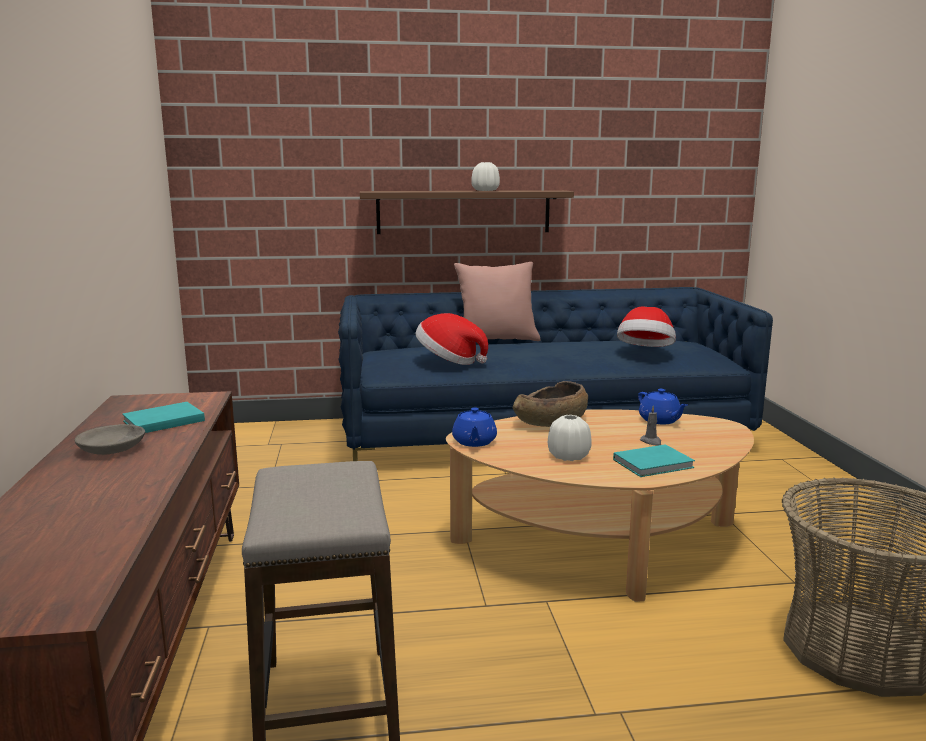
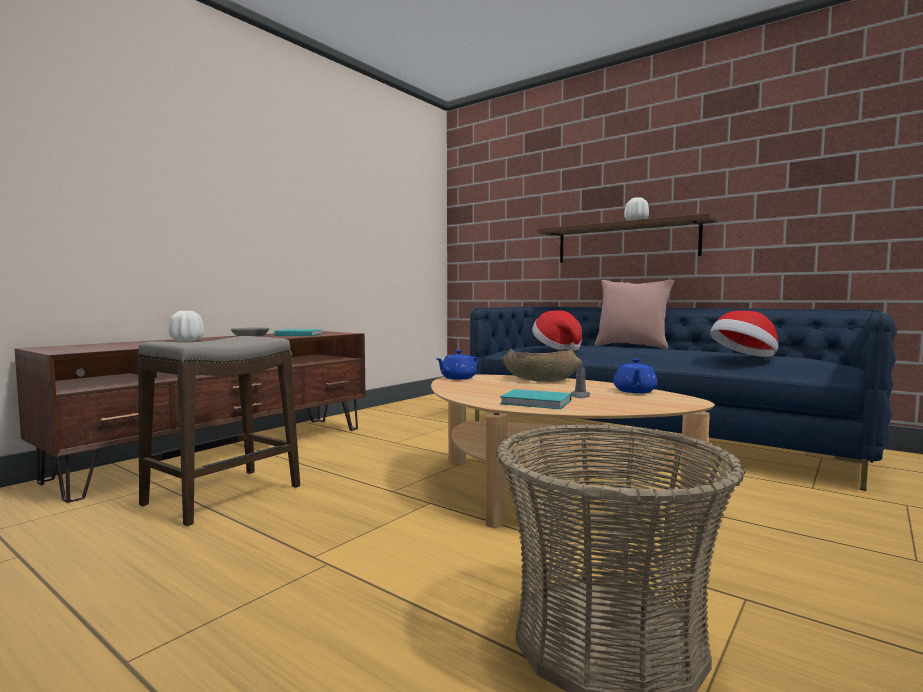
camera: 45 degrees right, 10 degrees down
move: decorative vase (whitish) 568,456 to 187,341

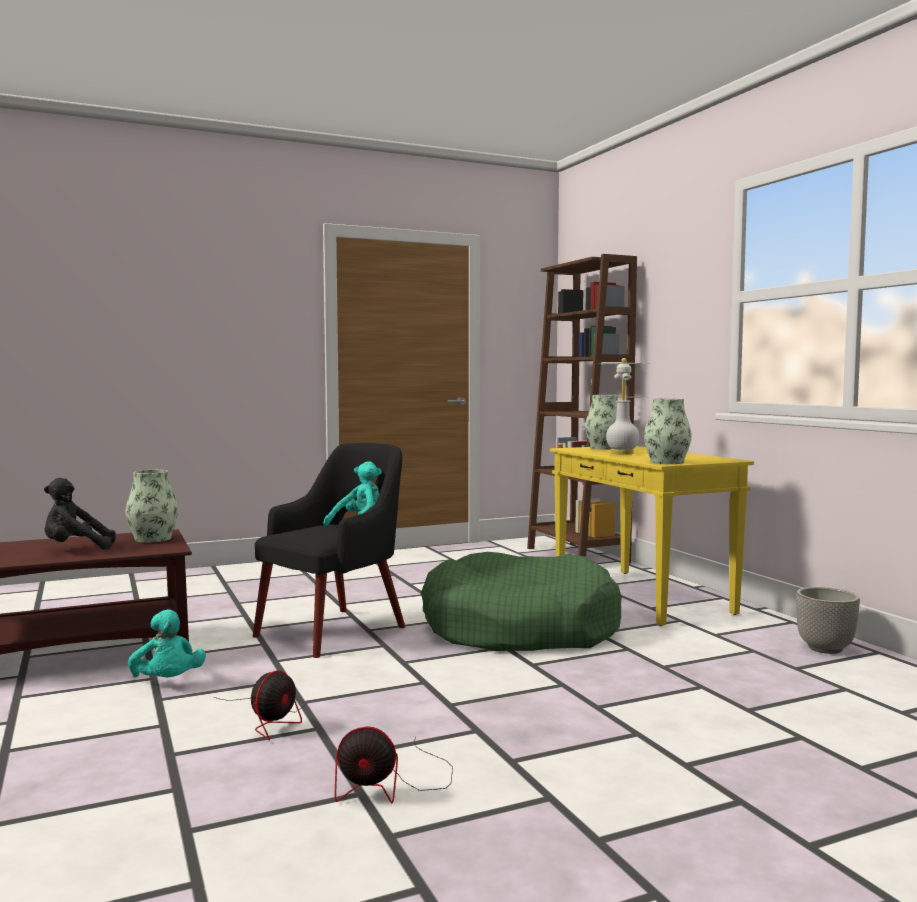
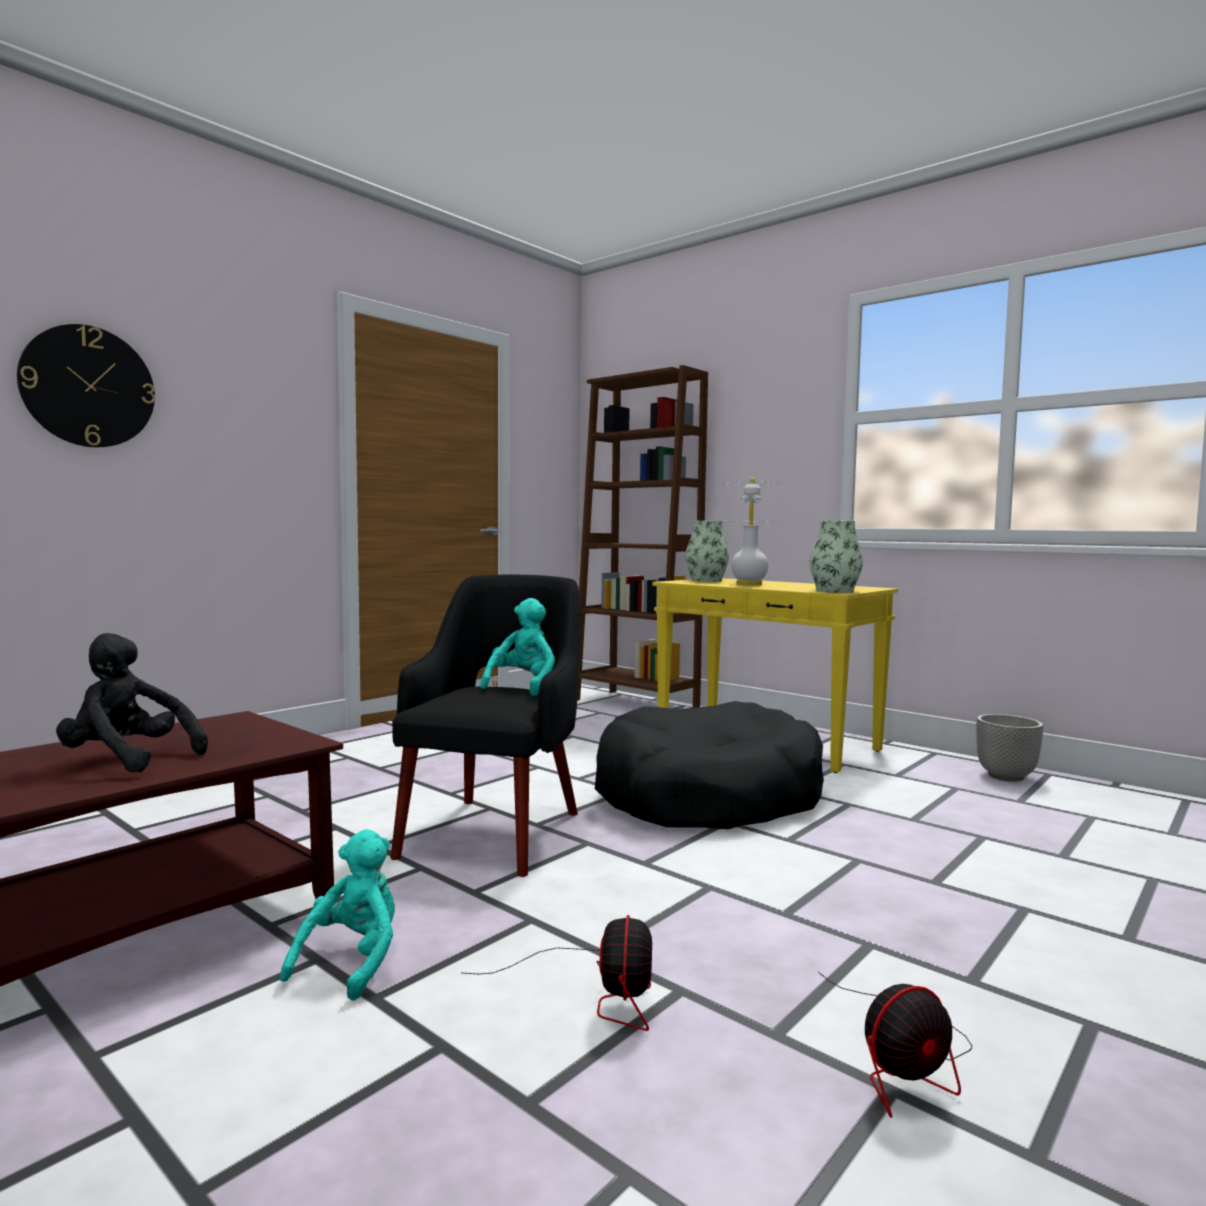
camera: 25 degrees left, 0 degrees up
delete: decorative vase 153,539
insert: hanging clock 88,387
recolor: pet bed (green-coloured) 519,628 to pet bed (black-coloured) 707,796
rotate: plush toy (black-coloured) 76,549 = 127,760 60 degrees clockwise; plush toy (turquoise) 168,682 = 352,962 105 degrees counterclockwise

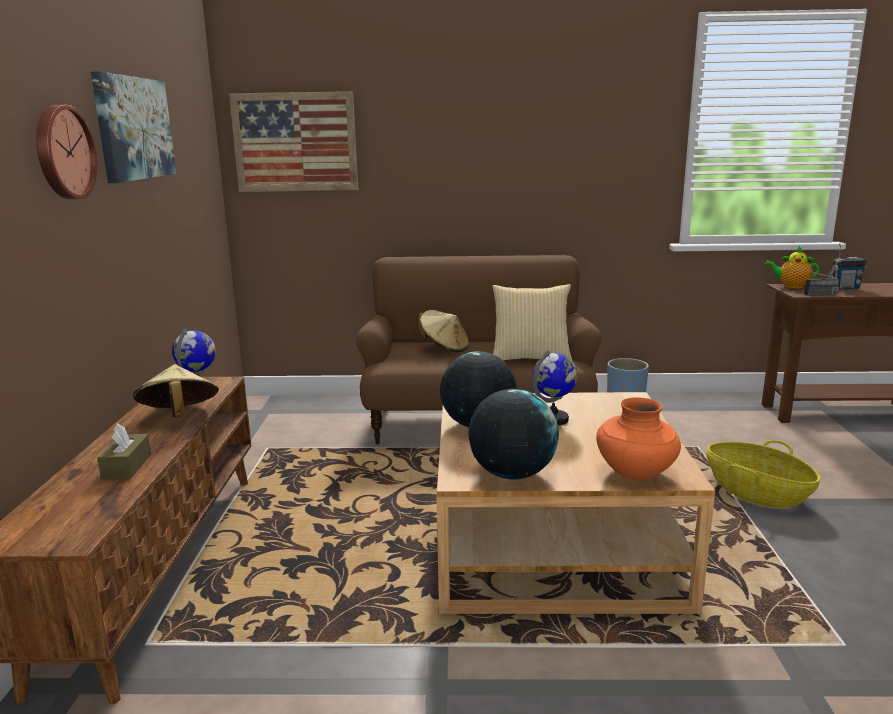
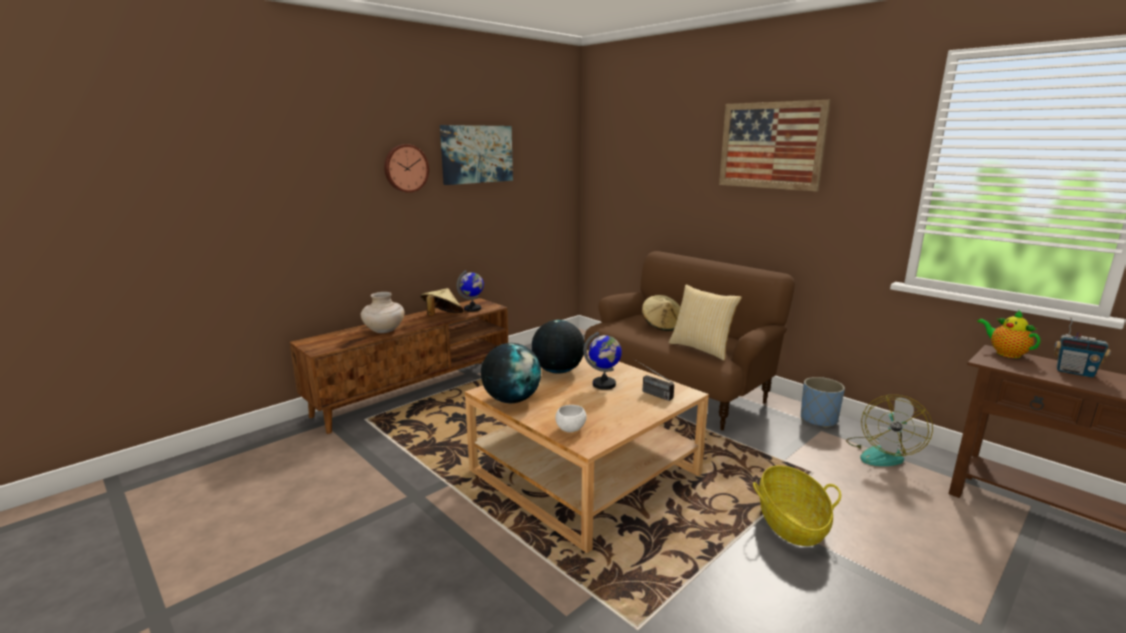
camera: 45 degrees right, 0 degrees up
insert: fan 882,453
move: picture 295,142 to 770,145; radio set 813,295 to 649,392
replace: decorative vase (orange) 636,473 to deep dish (whitish) 570,429; tissue holder (brown) 127,466 to decorative vase (sand-coloured) 384,330

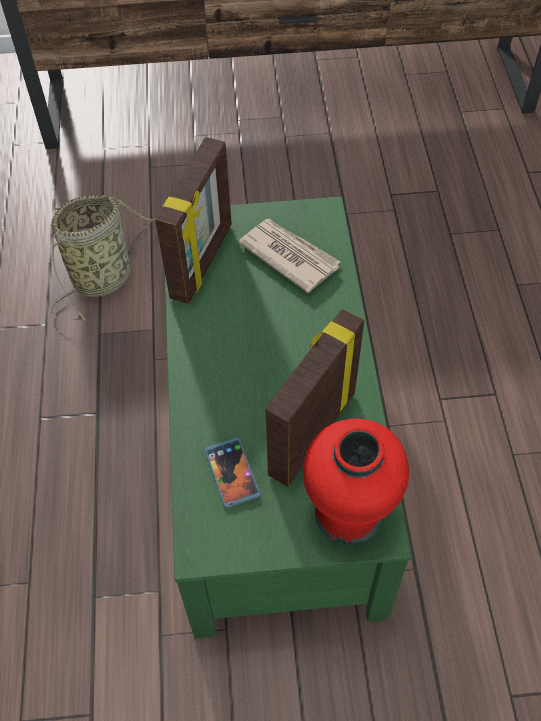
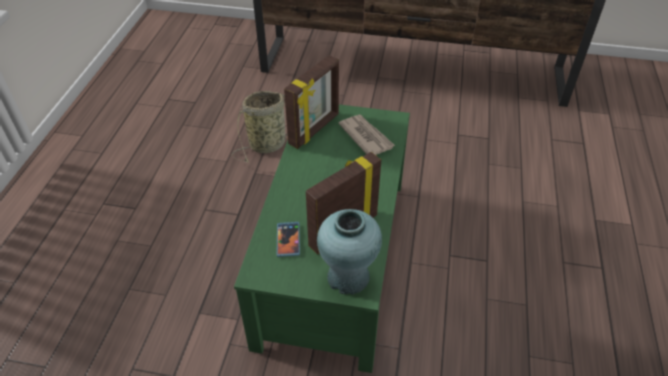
camera: 15 degrees right, 10 degrees down
recolor: decorative vase (reddish) 349,513 to decorative vase (turquoise) 348,277

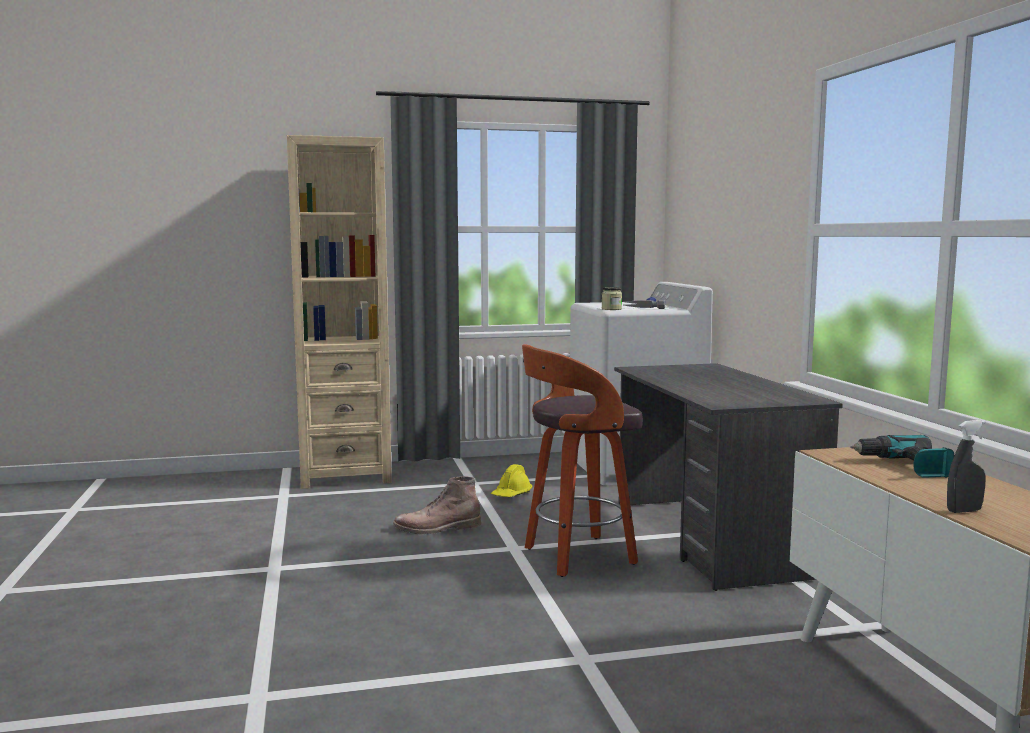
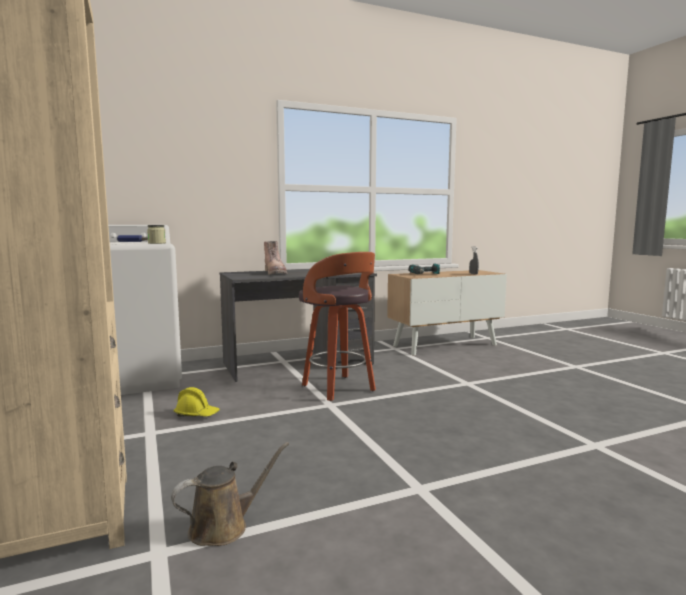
camera: 100 degrees left, 0 degrees up
insert: sprinkling can (brown) 224,526
move: tall boot (brown) 437,529 to 276,273

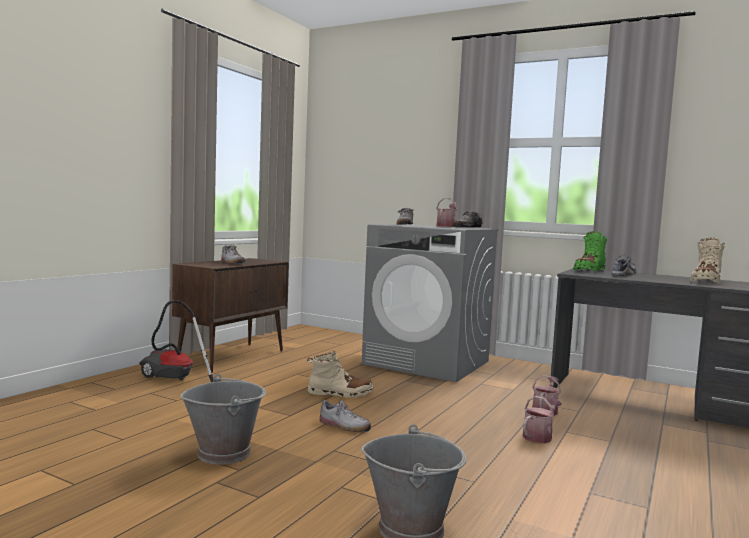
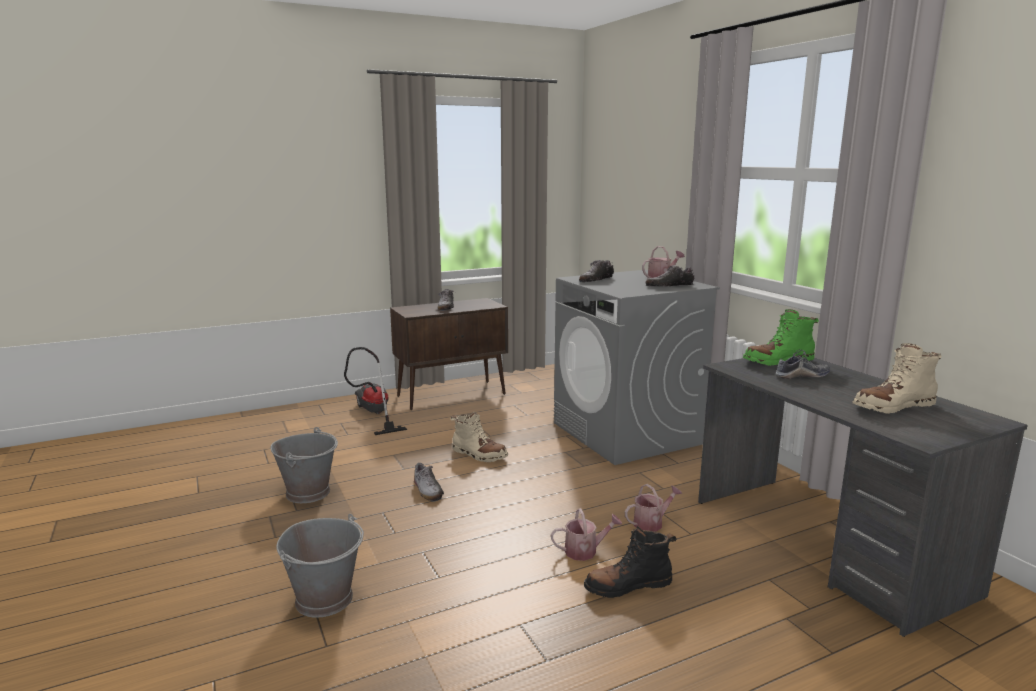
camera: 35 degrees right, 10 degrees up
insert: tall boot (black-coloured) 628,586

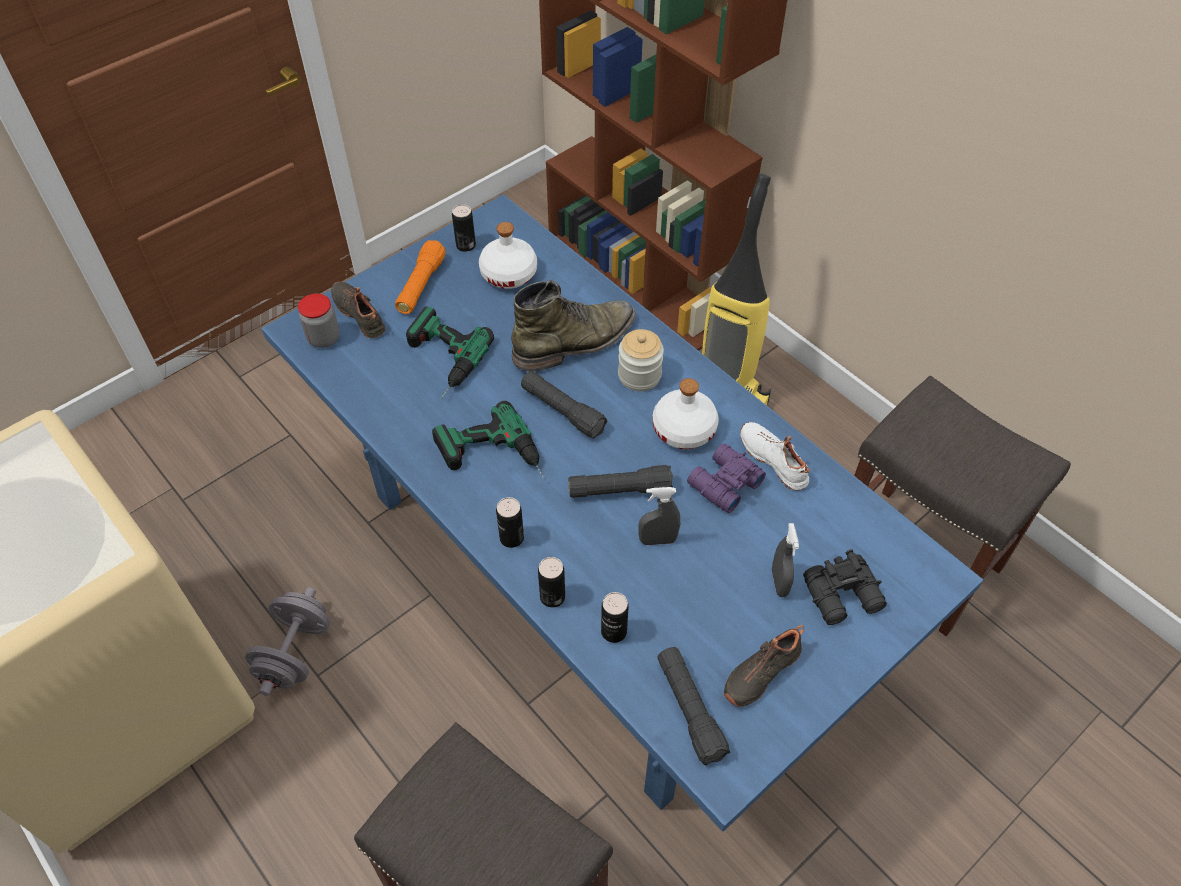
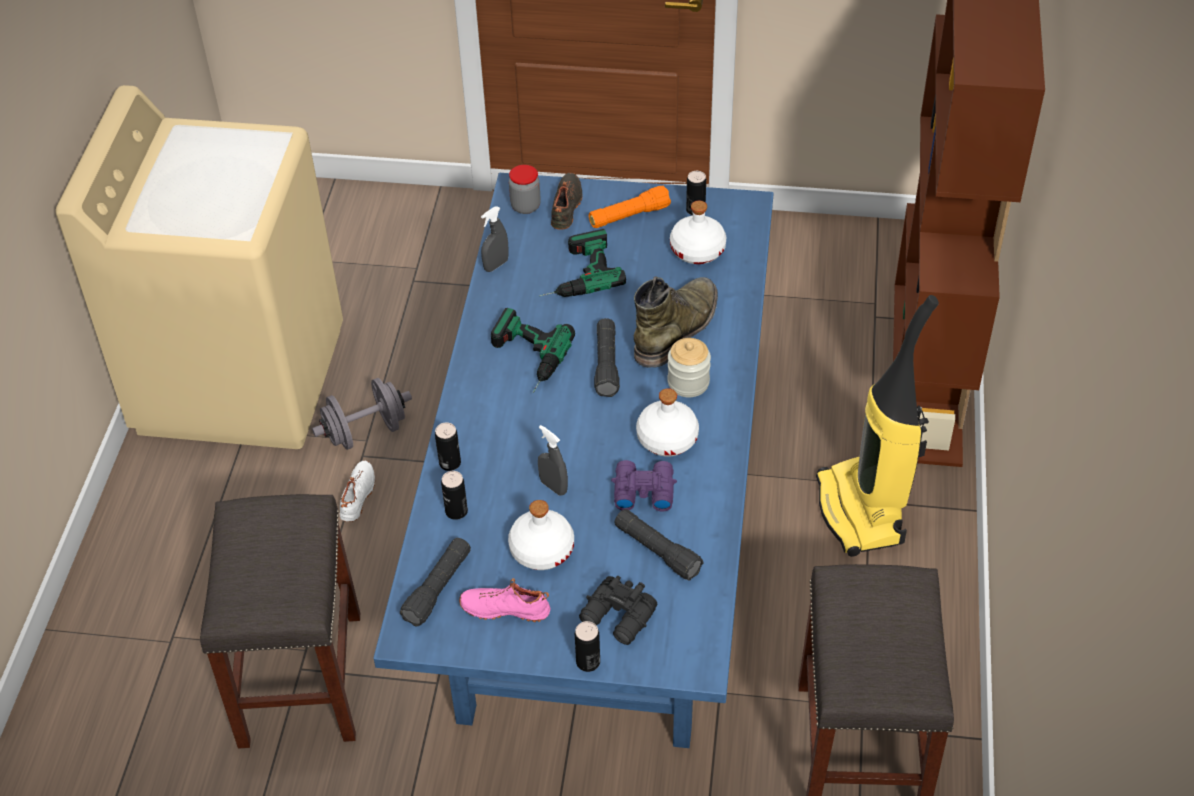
camera: 50 degrees right, 5 degrees down
insert: drink bottle (whitish) 541,549
move: low shoe (whitish) 774,459 to 359,496; torch (black-coloured) 620,490 to 657,551; metal can 511,538 to 588,662; spray bottle (greyish) 779,582 to 496,265
recolor: low shoe (black-coloured) 760,671 to low shoe (pink) 505,607
rotate: tall boot (green-coloured) 575,342 = 677,328 75 degrees counterclockwise

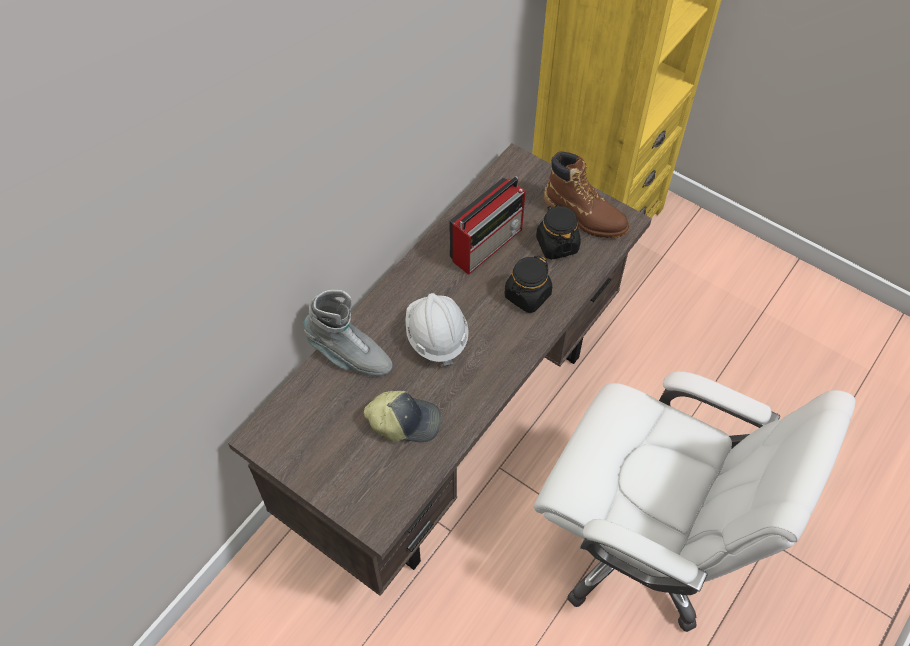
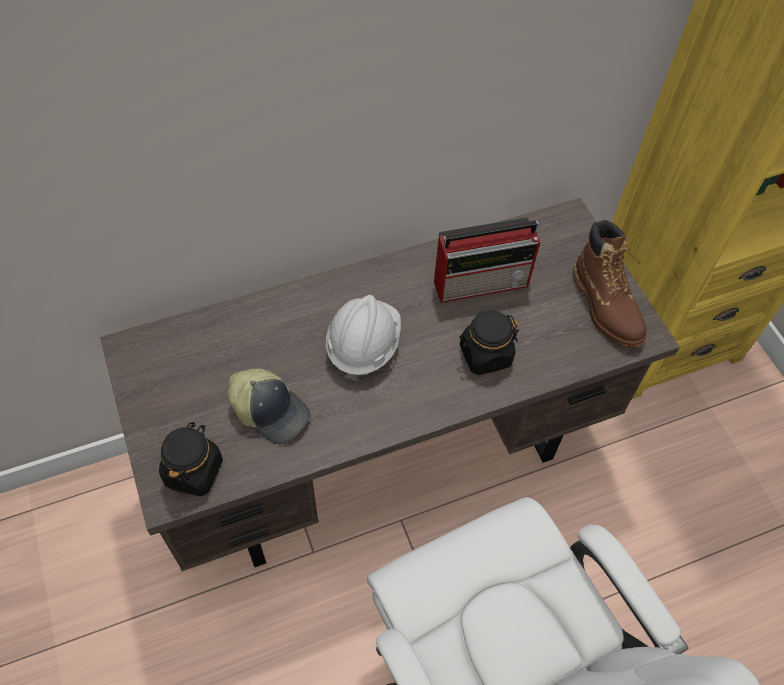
camera: 30 degrees right, 0 degrees up
delete: tall boot (greyish) 349,356
move: jar (black-coloured) 557,244 to 194,471

